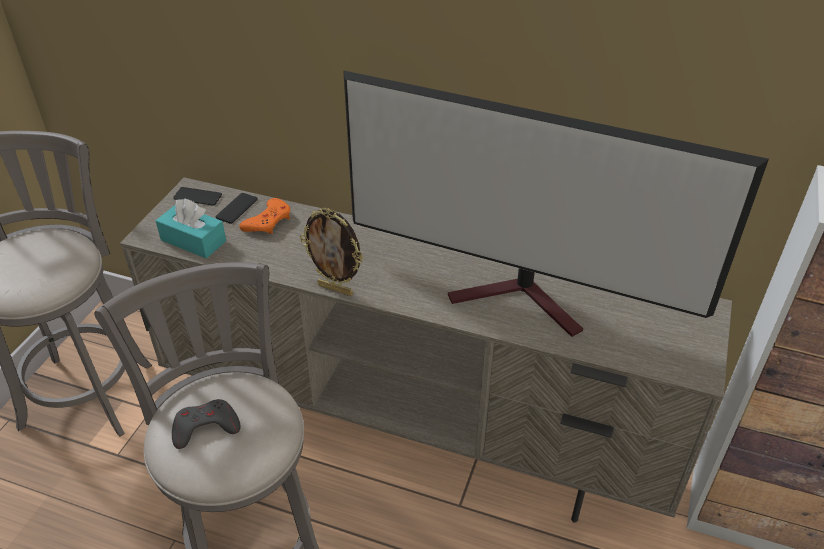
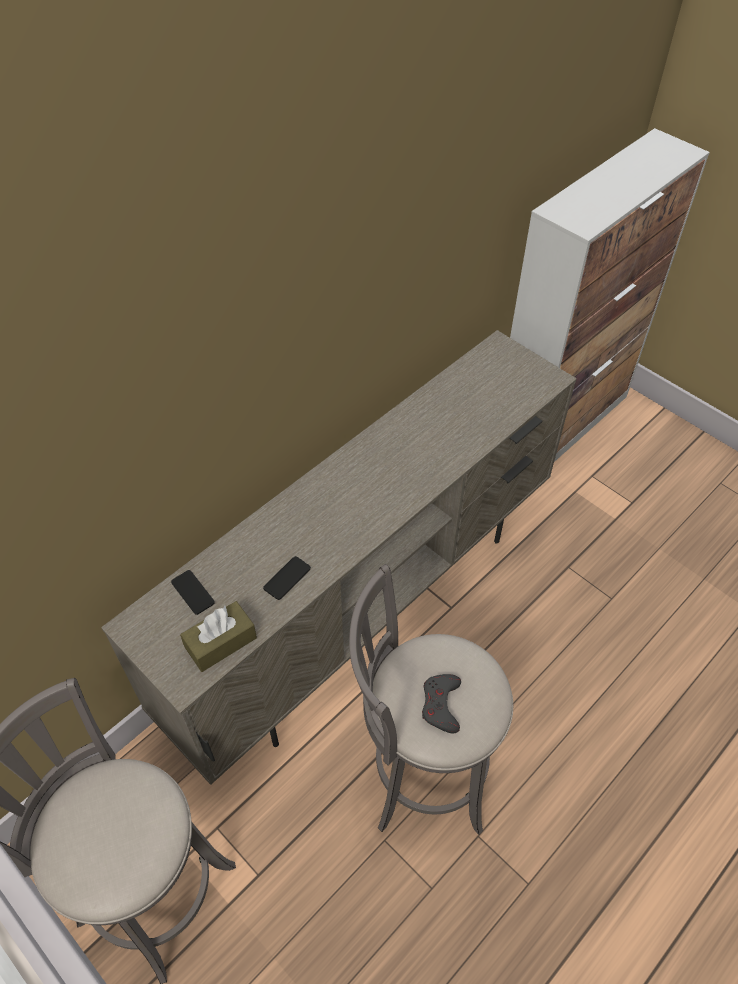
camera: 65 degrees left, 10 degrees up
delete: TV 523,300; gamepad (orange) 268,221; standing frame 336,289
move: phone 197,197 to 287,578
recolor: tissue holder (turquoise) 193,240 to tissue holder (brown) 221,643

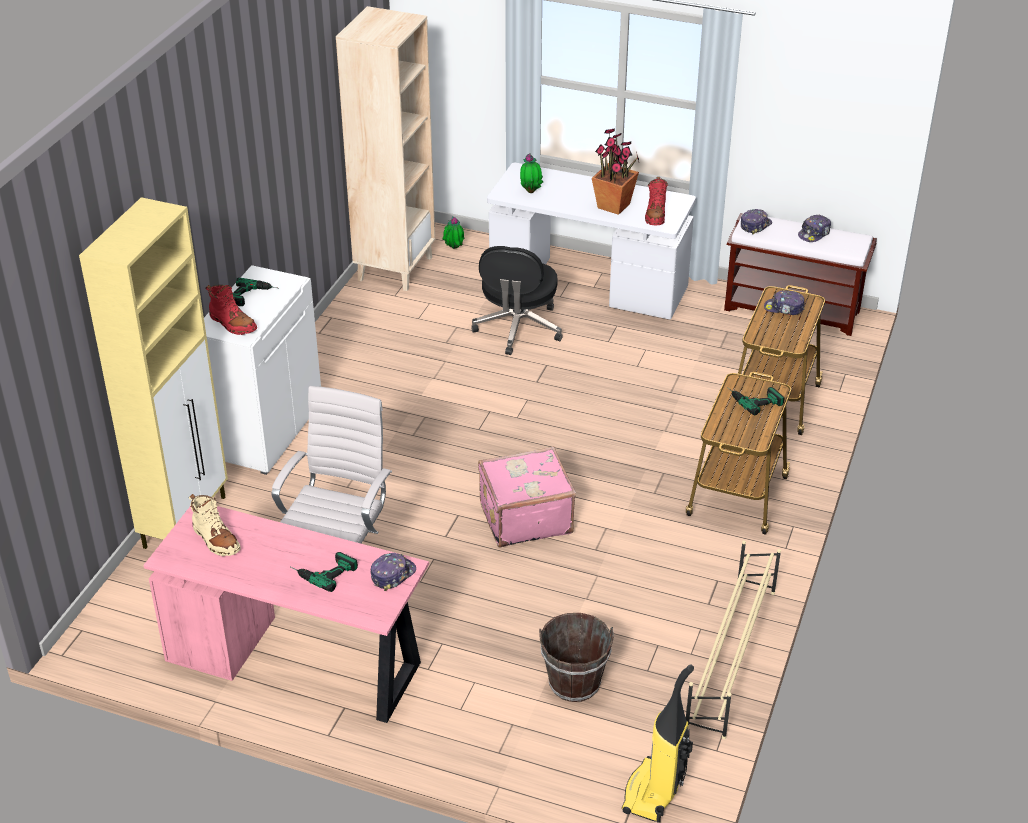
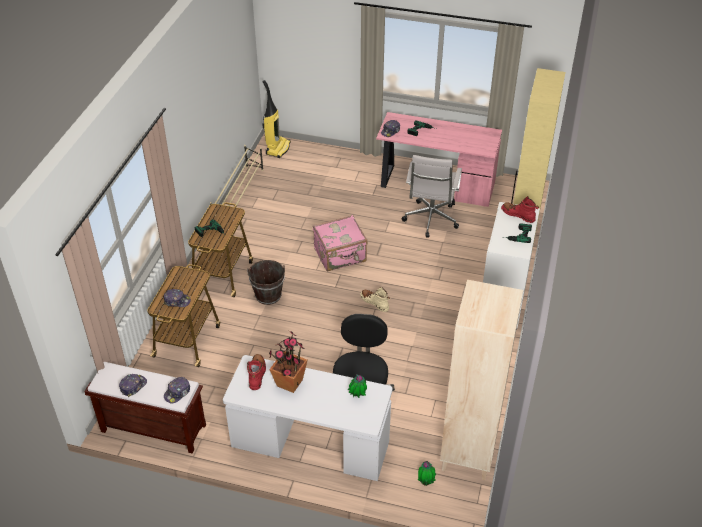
camera: 175 degrees right, 5 degrees up
move: tall boot (sand-coloured) 216,540 to 374,302; water bucket (brown) 574,683 to 268,296

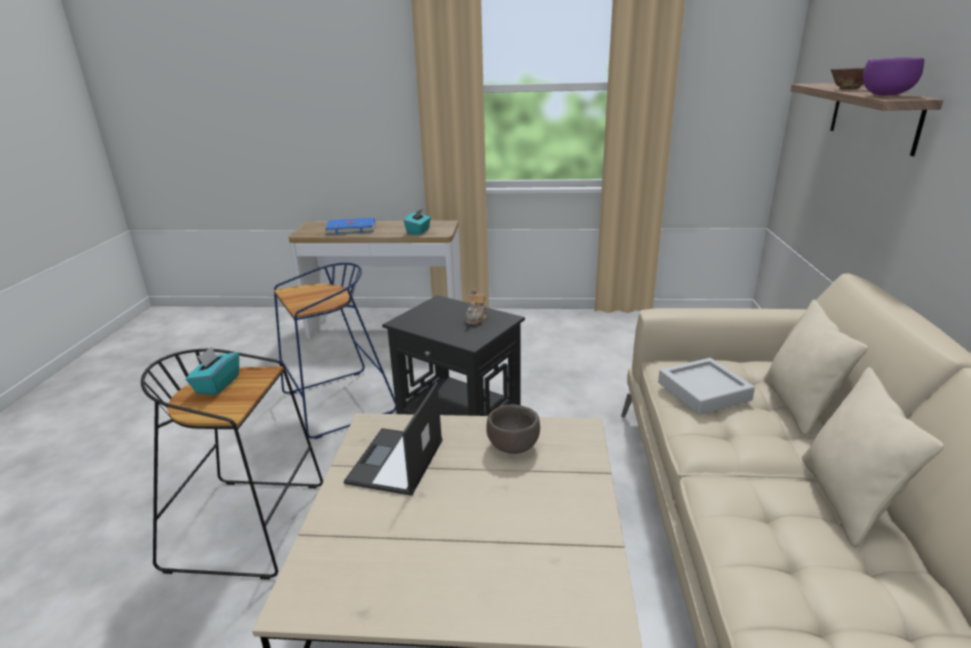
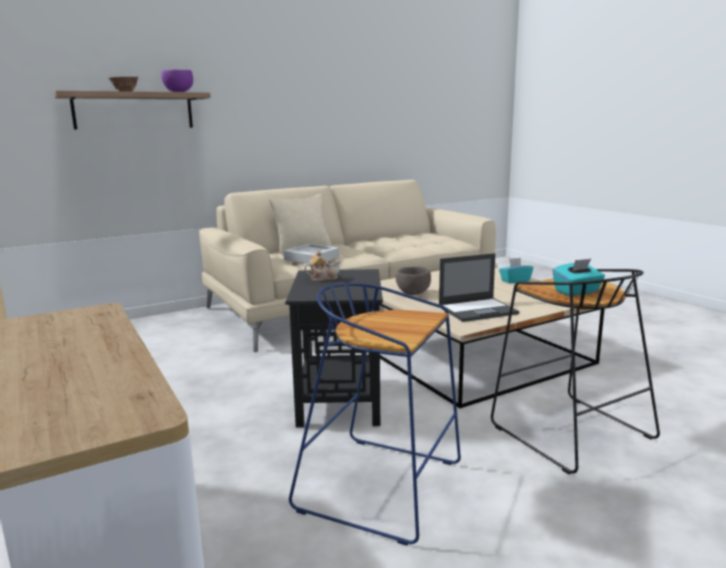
camera: 125 degrees left, 10 degrees down
delete: volume (bluish) 350,228; pillow (sand-coloured) 845,501
move: tissue holder (turquoise) 418,231 to 515,280

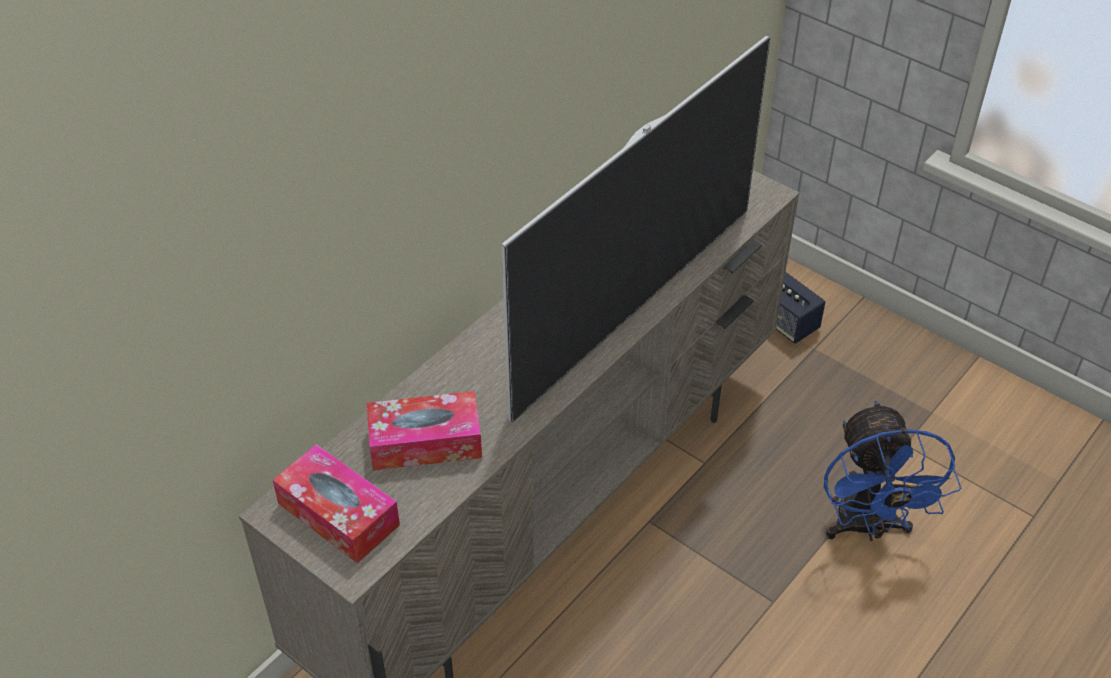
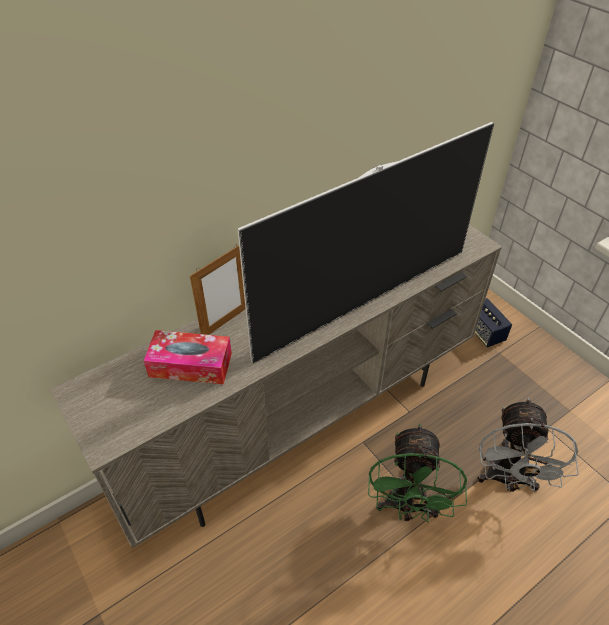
camera: 15 degrees right, 0 degrees up
delete: tissue holder 338,514
insert: standing frame 226,322; fan (green-coloured) 406,507
recolor: fan (bluish) 867,528 to fan (greyish) 507,480

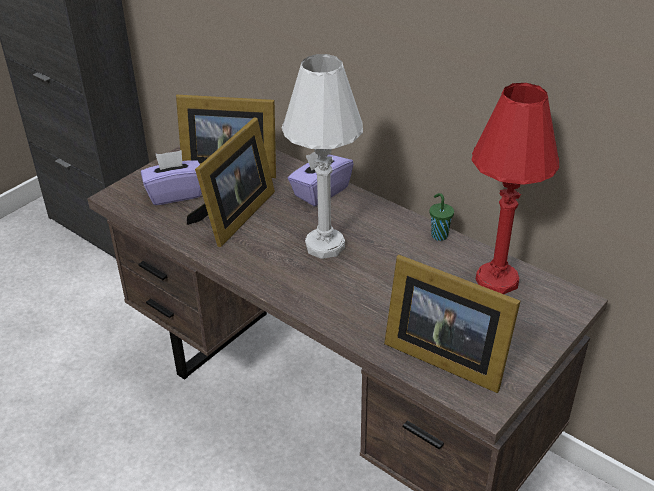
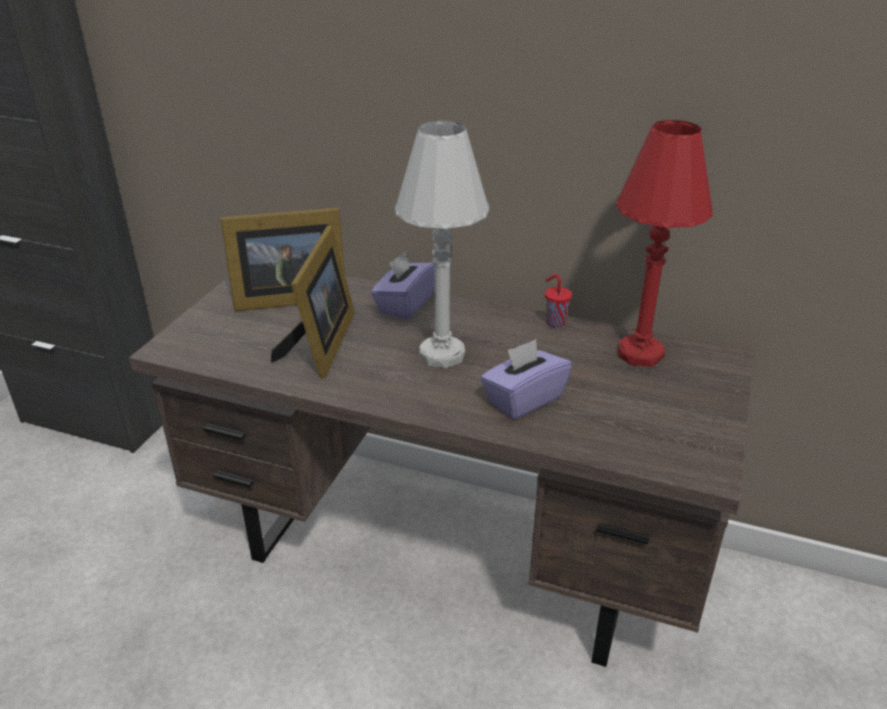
camera: 20 degrees left, 5 degrees down
delete: standing frame 443,355
move: tissue holder (purplish) 175,194 to 523,399
recolor: cup (green-coloured) 438,235 to cup (reddish) 554,323

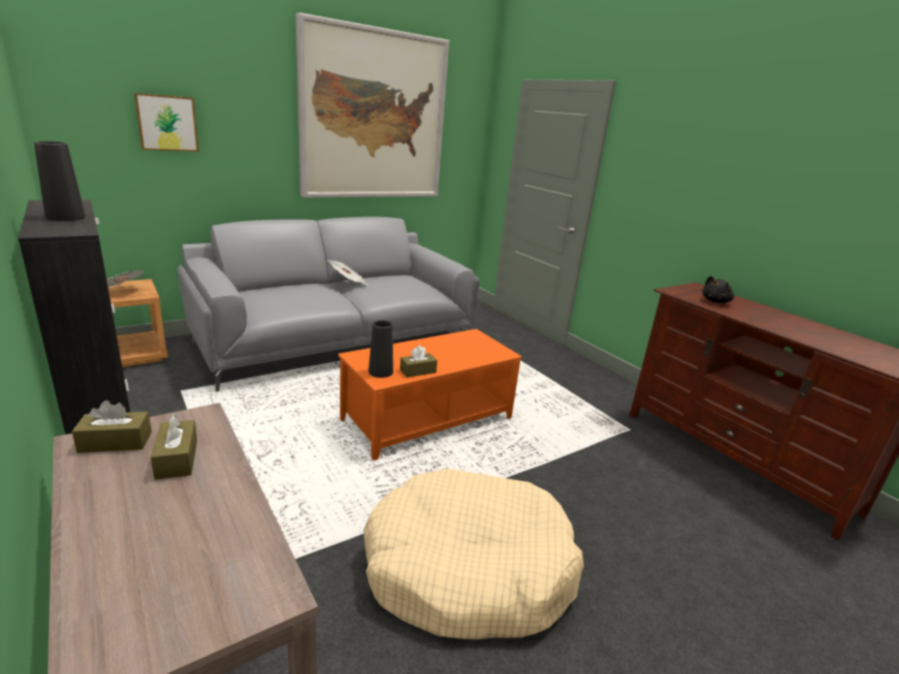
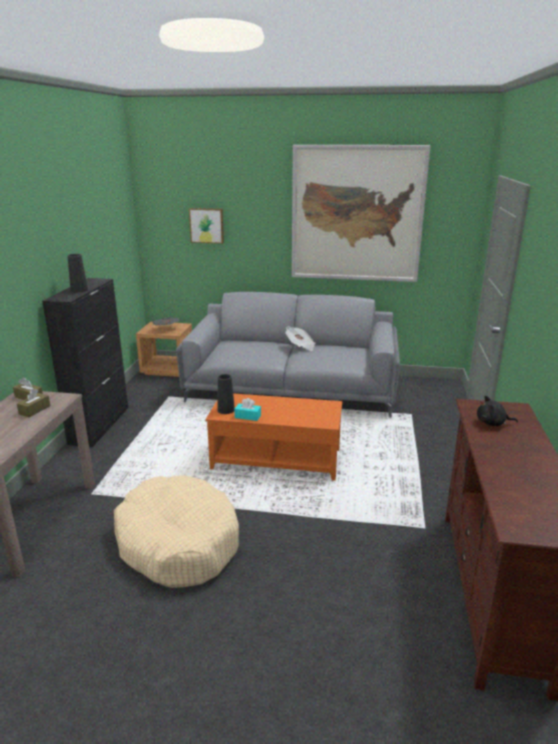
camera: 45 degrees right, 0 degrees up
recolor: tissue holder (brown) 418,371 to tissue holder (turquoise) 248,416

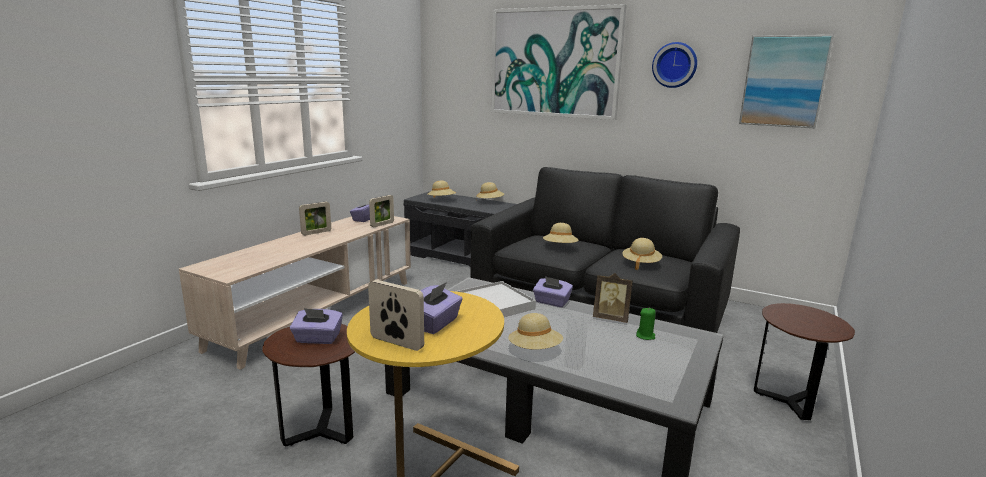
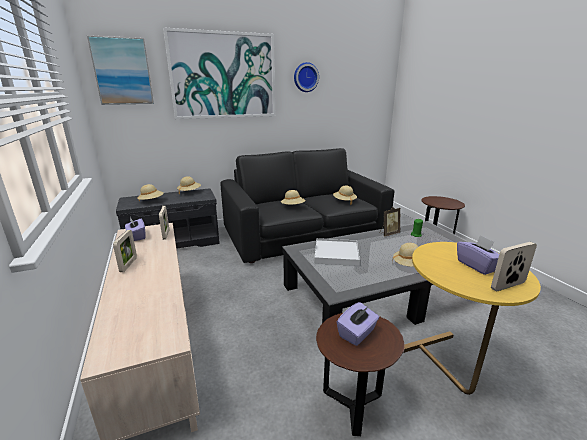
camera: 50 degrees left, 5 degrees up
delete: tissue holder (purplish) 551,302
move: picture 783,81 to 122,71

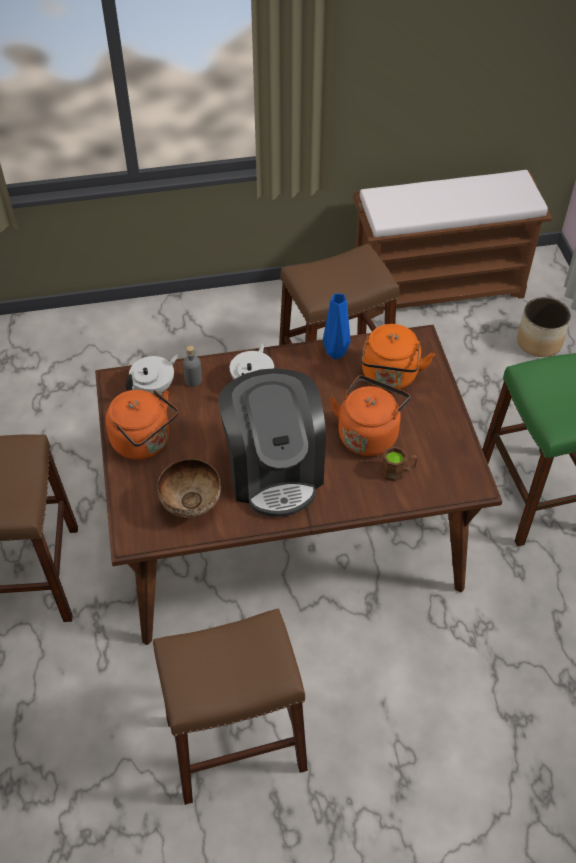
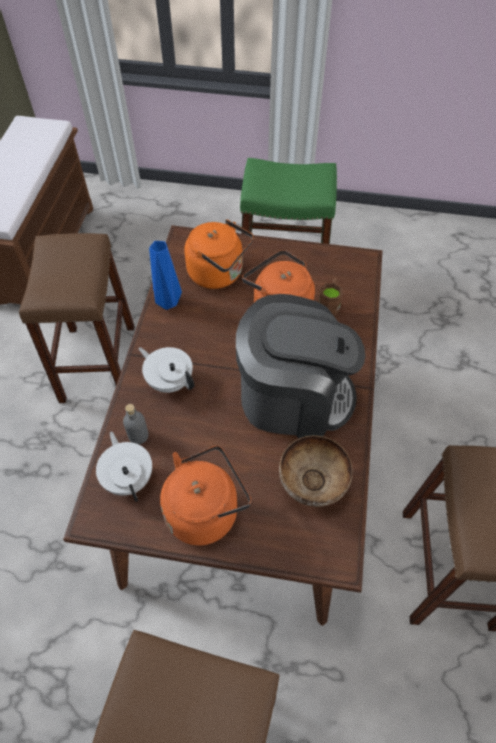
camera: 70 degrees left, 5 degrees up
delete: plant pot 539,342

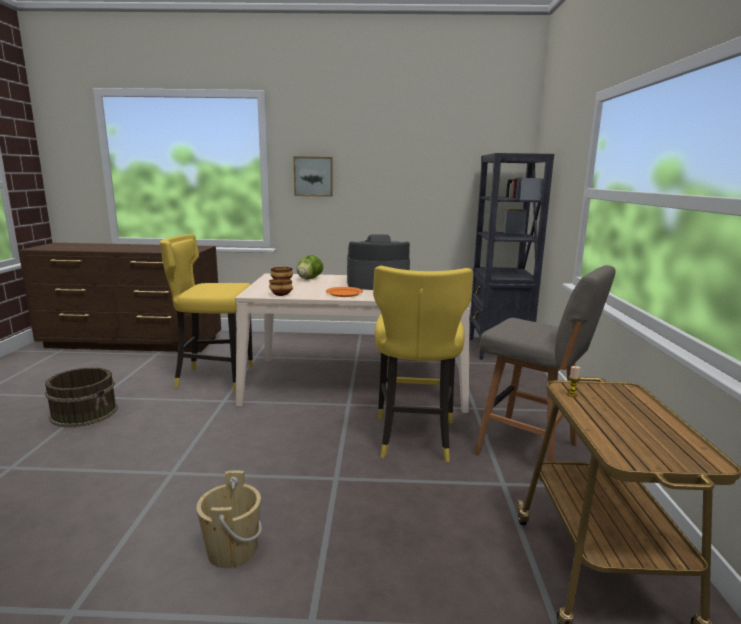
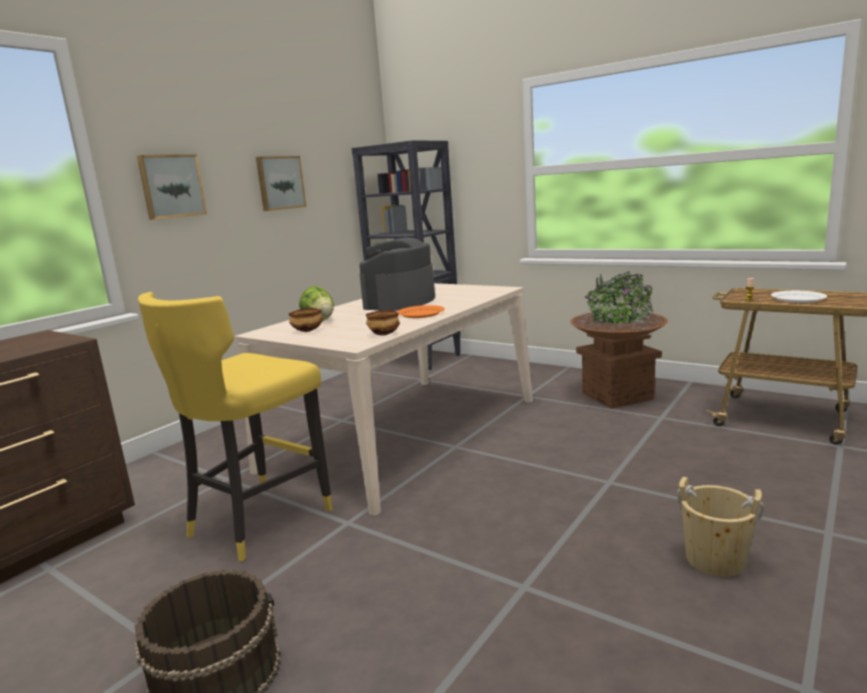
camera: 55 degrees left, 0 degrees up
delete: stool (yellow-coloured) 414,438
insert: picture 280,183; dinner plate (whitish) 798,298
replace: stool (greyish) 530,450 to plant pot (brown) 617,396

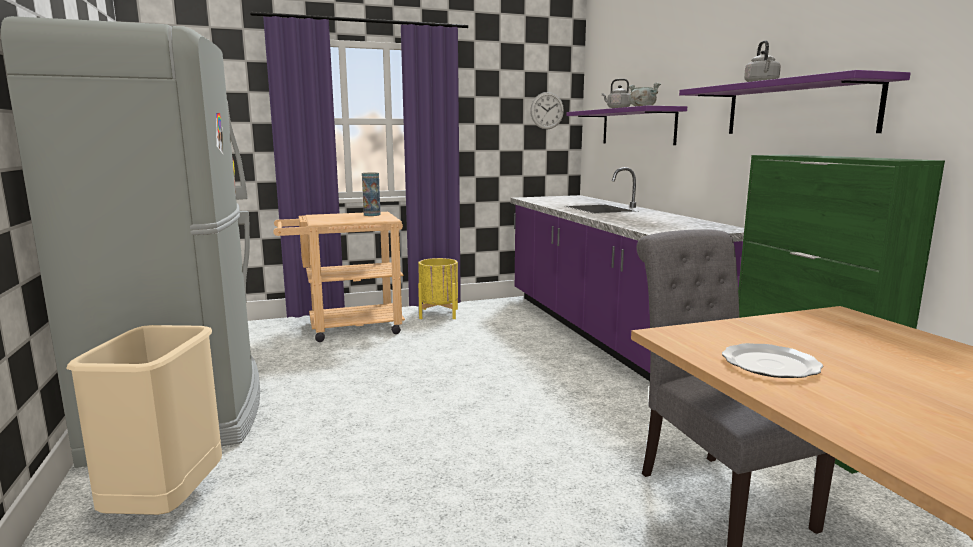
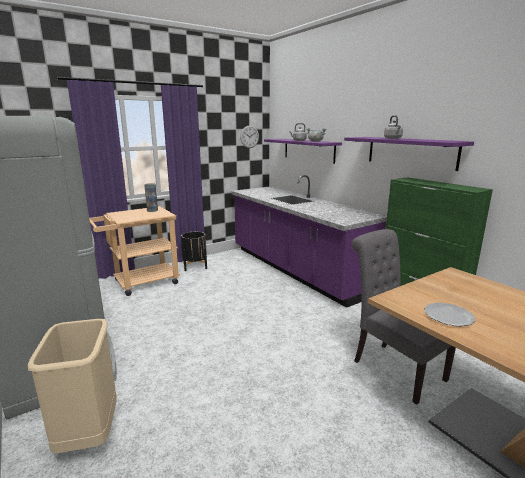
camera: 15 degrees left, 5 degrees up
recolor: plant pot (yellow-coloured) 439,313 to plant pot (black-coloured) 195,266

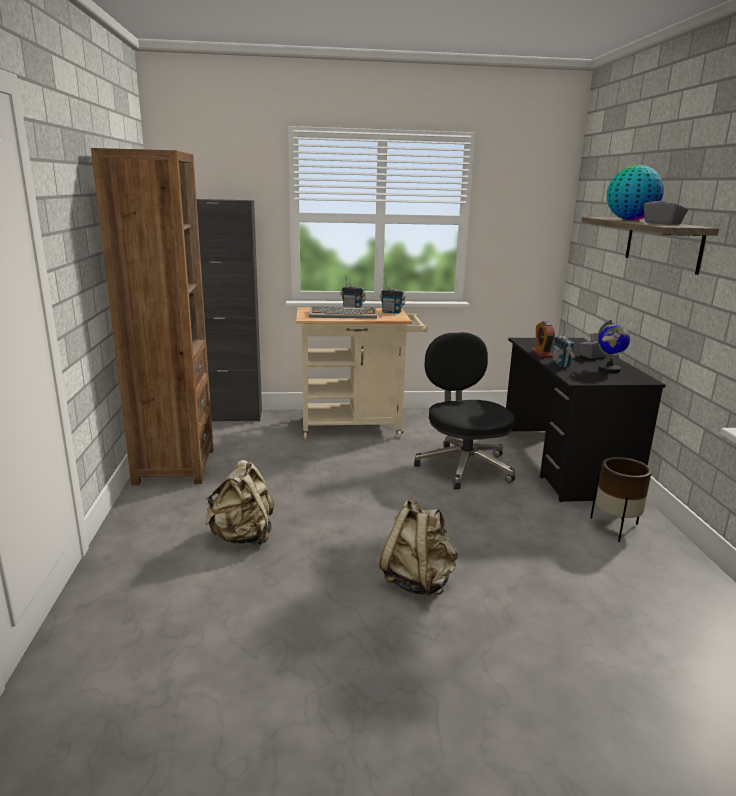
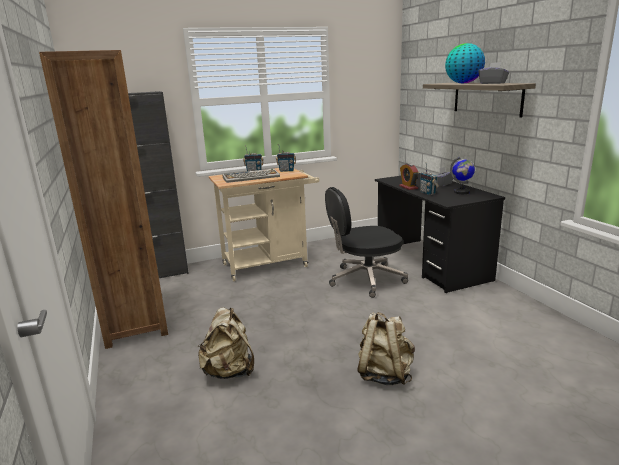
camera: 15 degrees left, 0 degrees up
delete: plant pot (brown) 616,527
rotate: computer chair (black-coloured) 463,466 = 365,280 75 degrees counterclockwise

